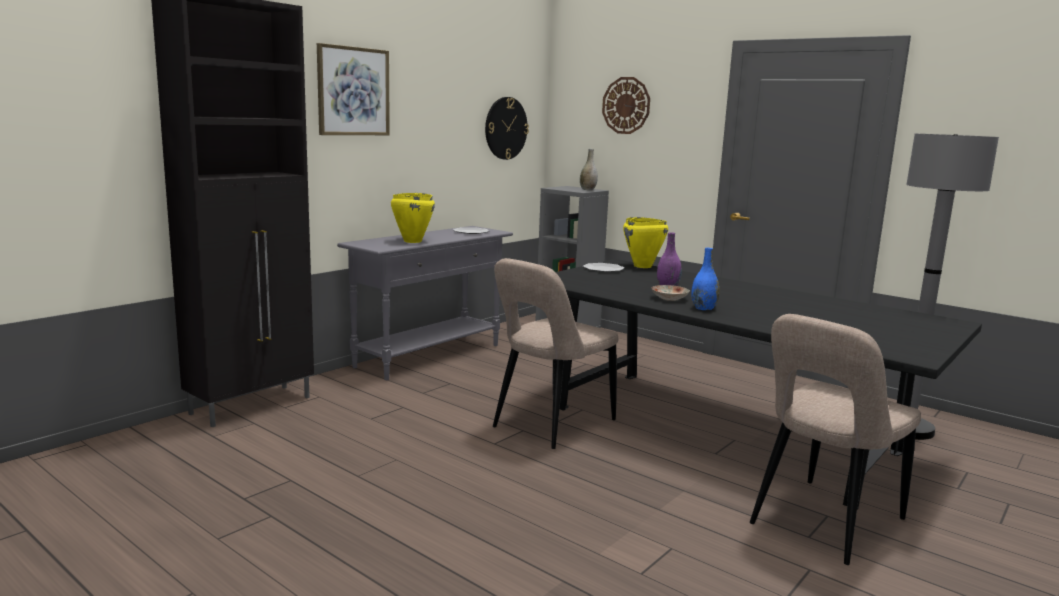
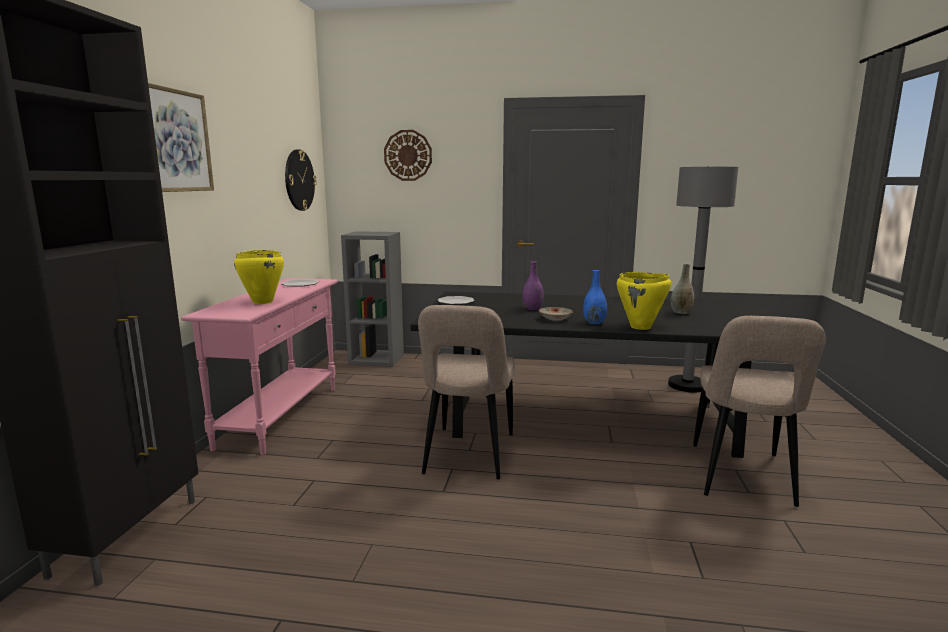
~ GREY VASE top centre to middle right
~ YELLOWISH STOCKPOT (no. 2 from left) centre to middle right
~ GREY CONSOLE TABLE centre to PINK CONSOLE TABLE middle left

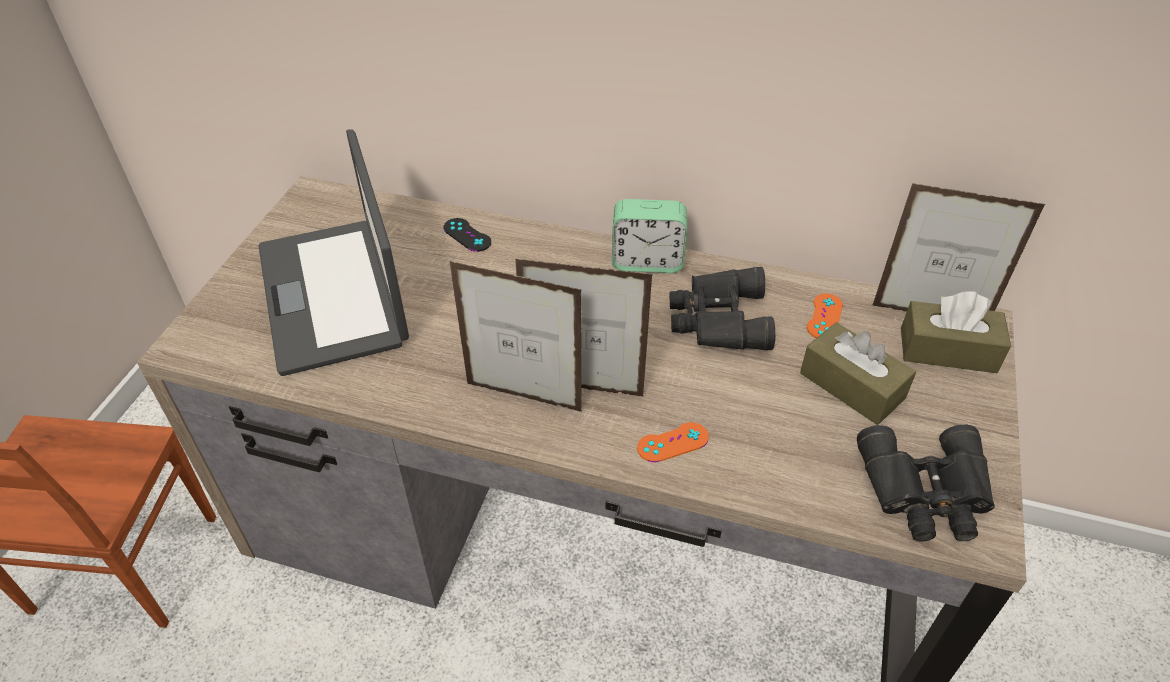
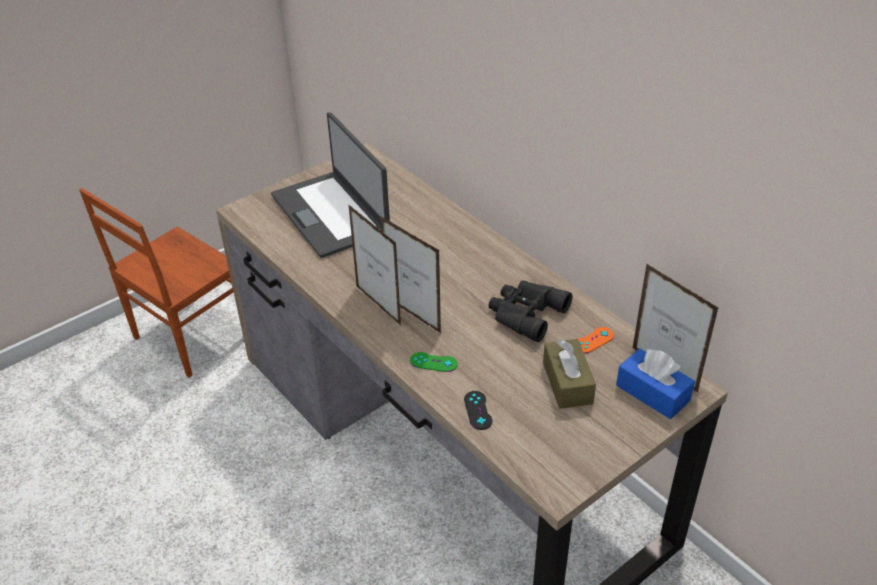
~ PORTABLE COMPUTER middle left = top centre 45 degrees counterclockwise
- ALARM CLOCK centre
~ BLACK GAMEPAD centre to bottom centre
~ BROWNISH BOX OF TISSUES (no. 2 from left) middle right to BLUE-COLOURED BOX OF TISSUES middle right
~ ORANGE GAMEPAD (no. 1 from left) centre to GREENISH GAMEPAD centre
- BLACK BINOCULARS (no. 2 from left) bottom right

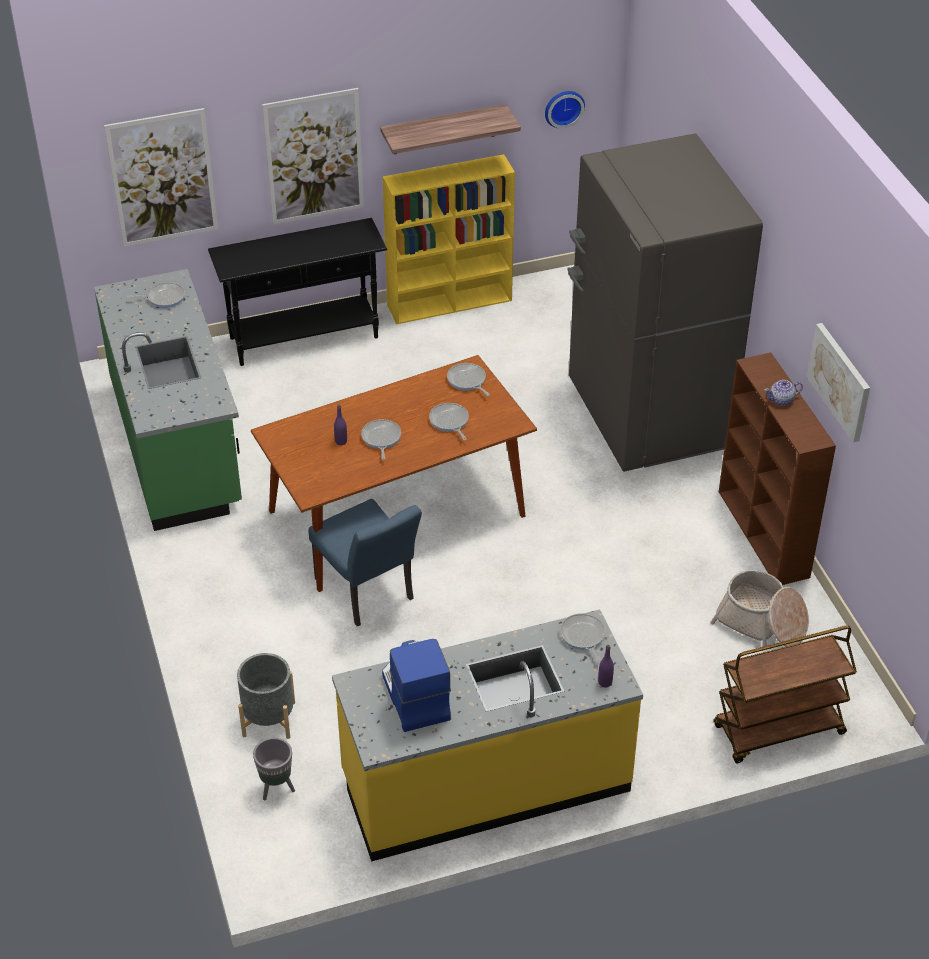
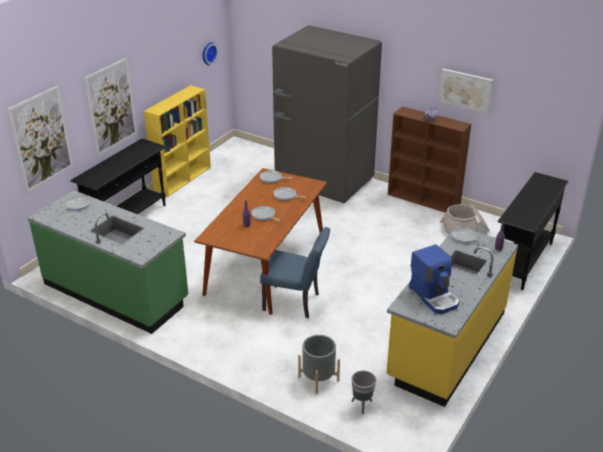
- WALL SHELF top centre
~ BROWNISH WHEELED CART bottom right to BLACK CONSOLE TABLE (no. 2 from left) middle right
~ COFFEE BREWER bottom centre = middle right 150 degrees counterclockwise

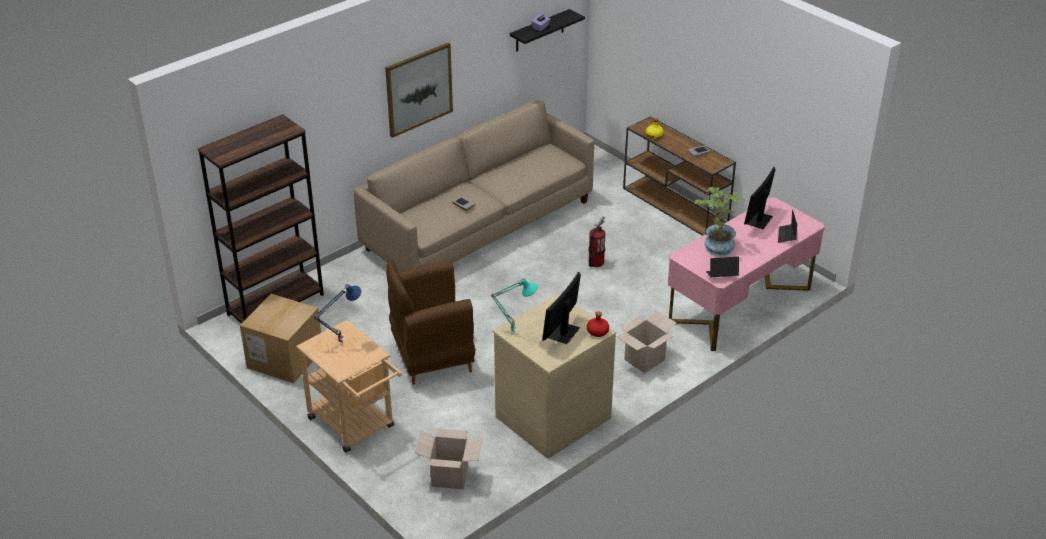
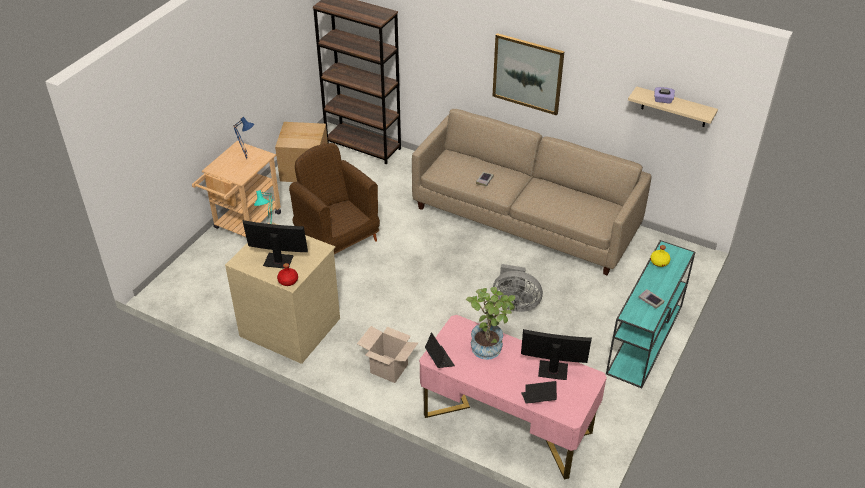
~ BLACK WALL SHELF top centre to SAND-COLOURED WALL SHELF top right
~ BROWNISH CONSOLE TABLE top centre to TURQUOISE-COLOURED CONSOLE TABLE middle right
~ EXTINGUISHER centre to GREY COOLING FAN centre
- CARTON (no. 2 from left) bottom centre

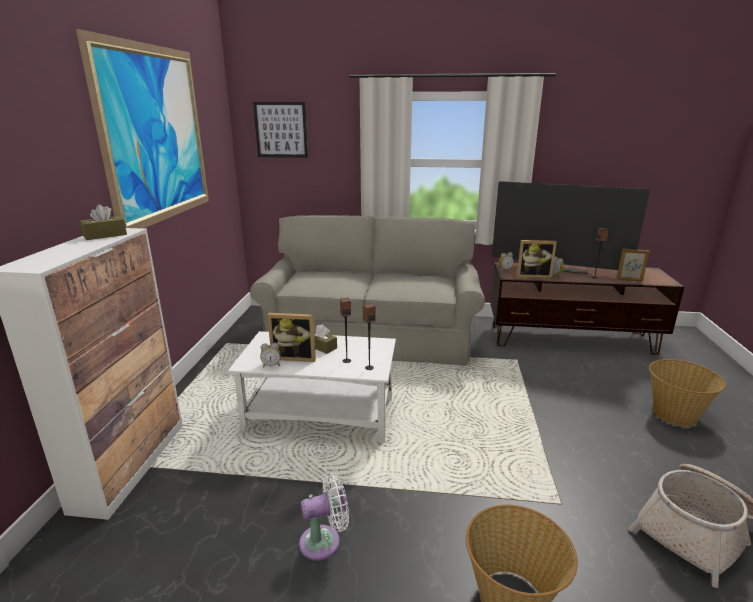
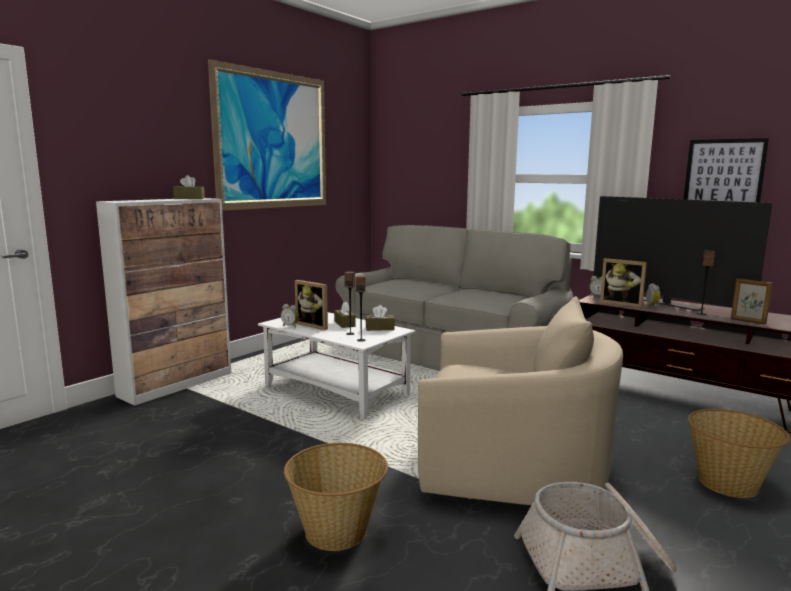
~ WALL PICTURE (no. 2 from left) top centre to top right
- WHITE-COLOURED COOLING FAN bottom centre
+ SAND-COLOURED EASY CHAIR bottom centre
+ BROWNISH BOX OF TISSUES (no. 3 from left) centre

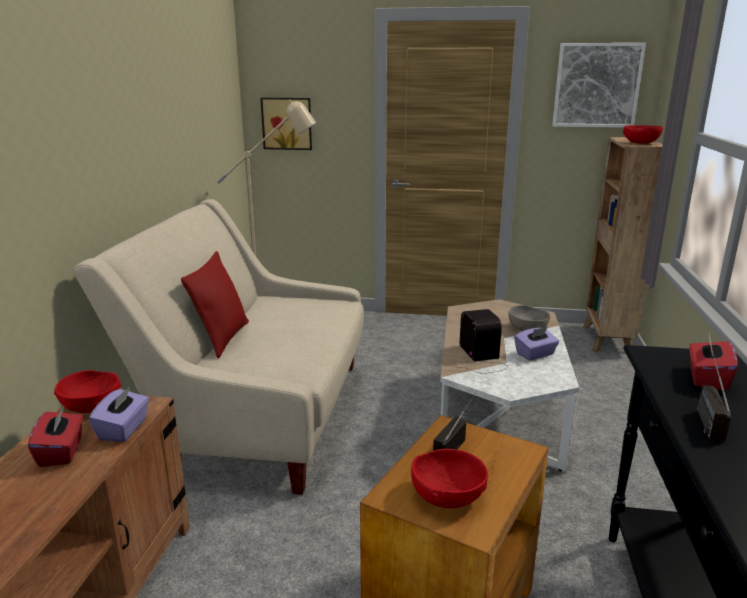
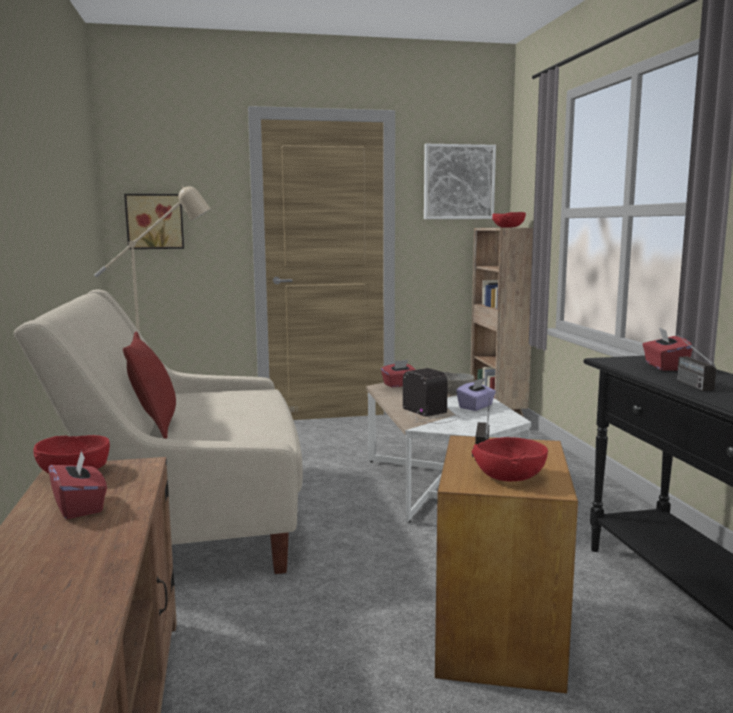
- PURPLE BOX OF TISSUES (no. 1 from left) bottom left
+ RED BOX OF TISSUES (no. 2 from left) centre

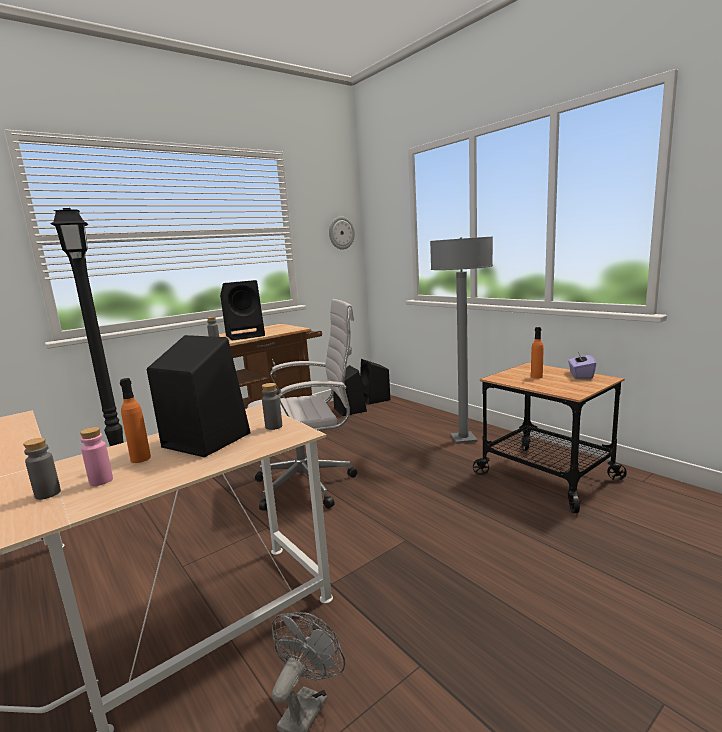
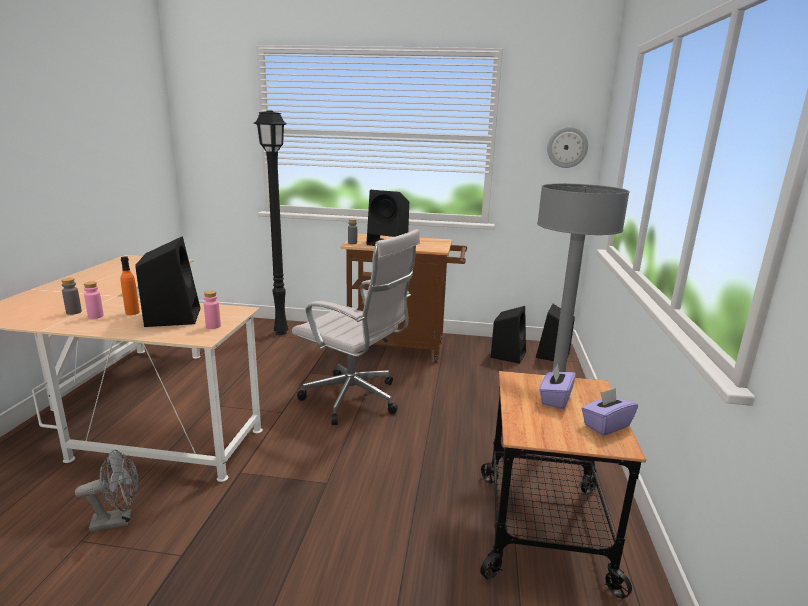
~ ORANGE BEVERAGE BOTTLE (no. 2 from left) middle right to PURPLE BOX OF TISSUES (no. 1 from left) middle right
~ GREY BEVERAGE BOTTLE (no. 3 from left) centre to PINK BEVERAGE BOTTLE (no. 2 from left) middle left

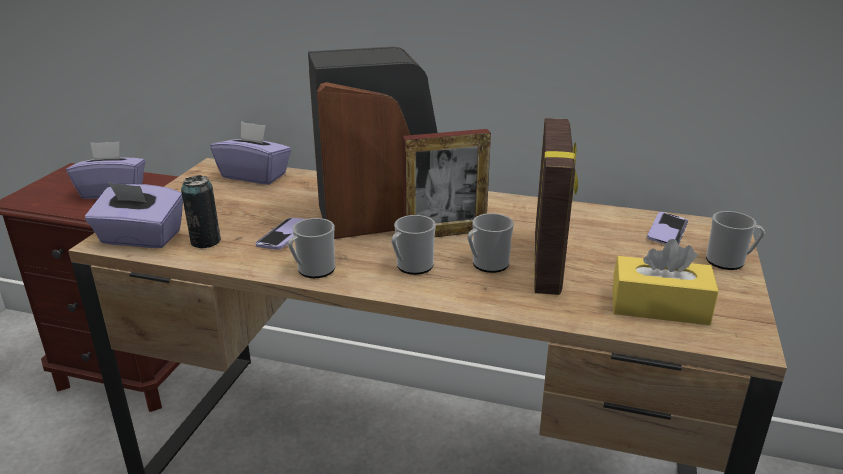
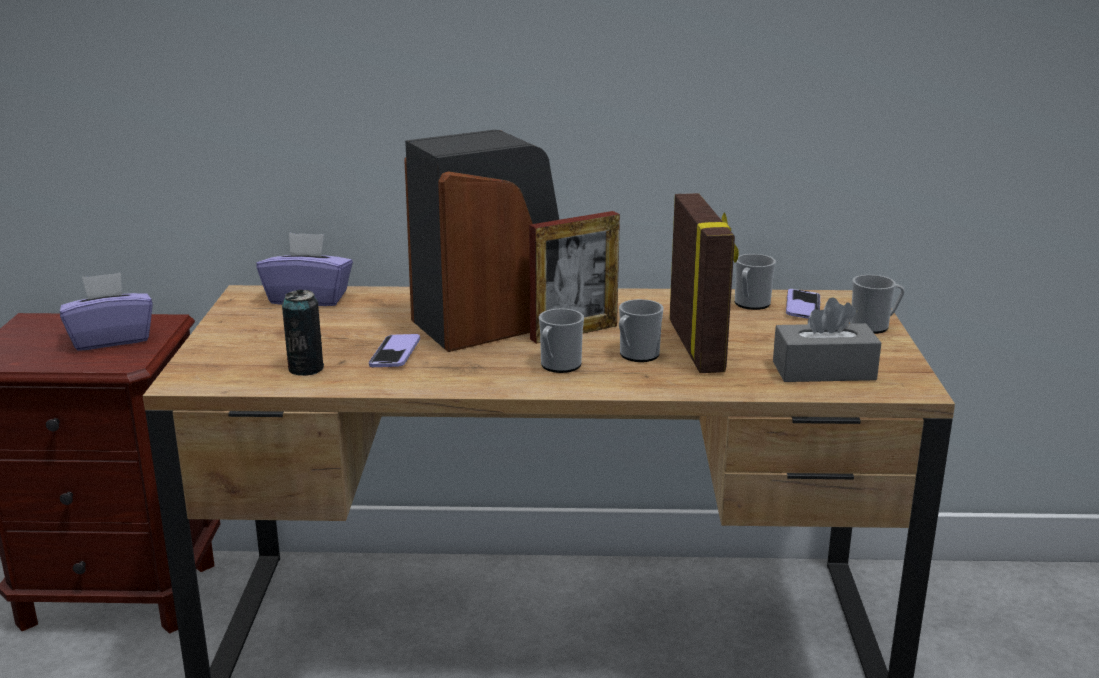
- PURPLE BOX OF TISSUES (no. 2 from left) middle left
~ MUG (no. 1 from left in the first image) centre to MUG (no. 3 from left) middle right
~ YELLOWISH BOX OF TISSUES middle right to GREY BOX OF TISSUES middle right

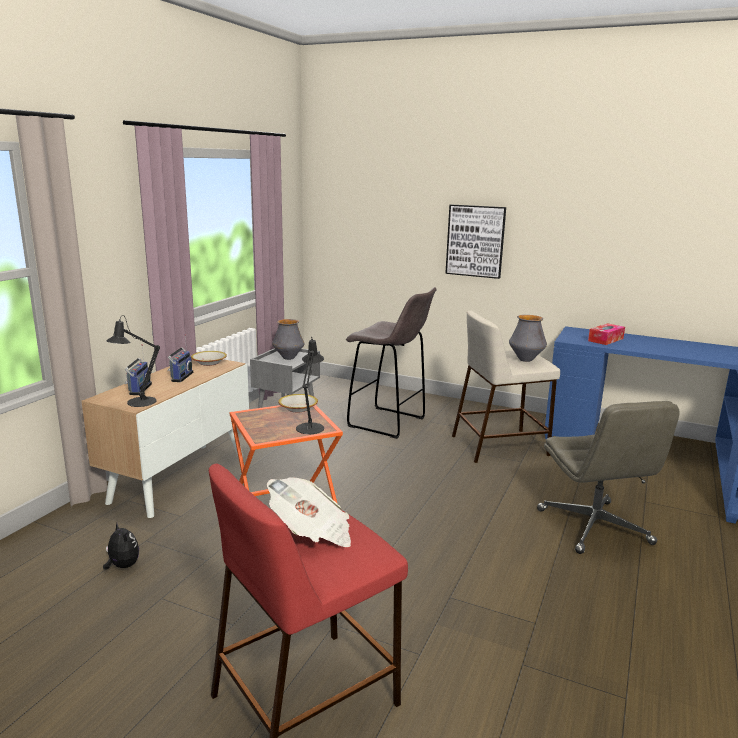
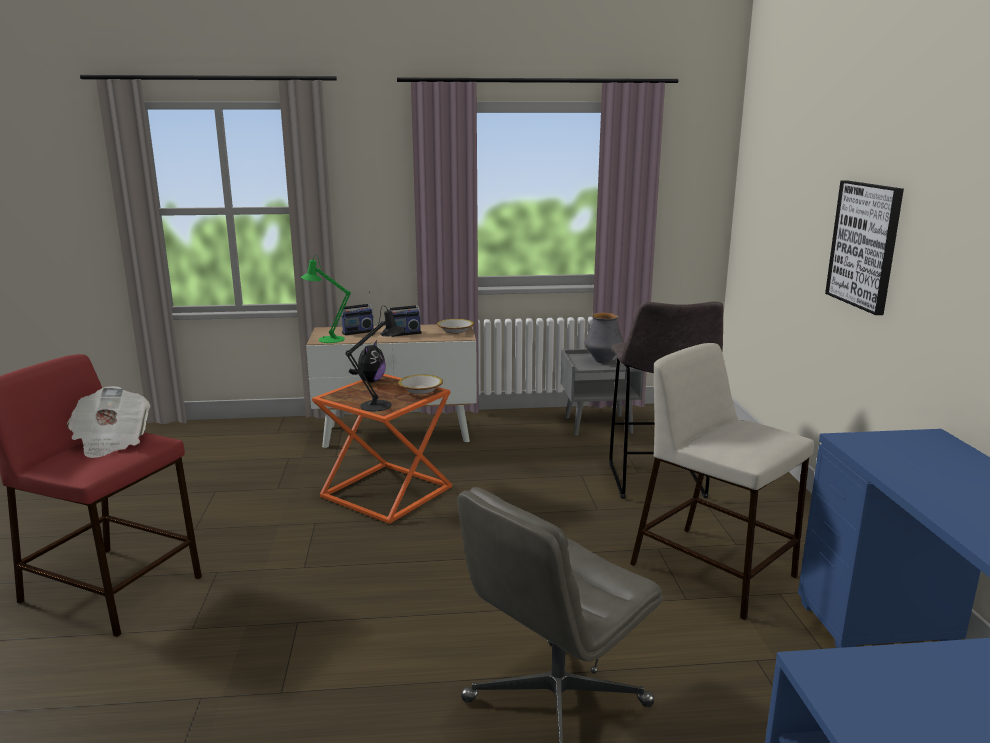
~ BLACK TABLETOP LAMP (no. 1 from left) middle left to GREENISH TABLETOP LAMP middle left
- VASE (no. 2 from left) middle right
- BOX OF TISSUES middle right
~ SOFT TOY bottom left to centre

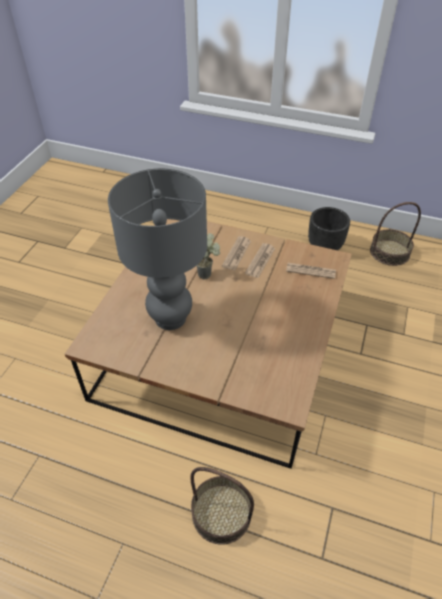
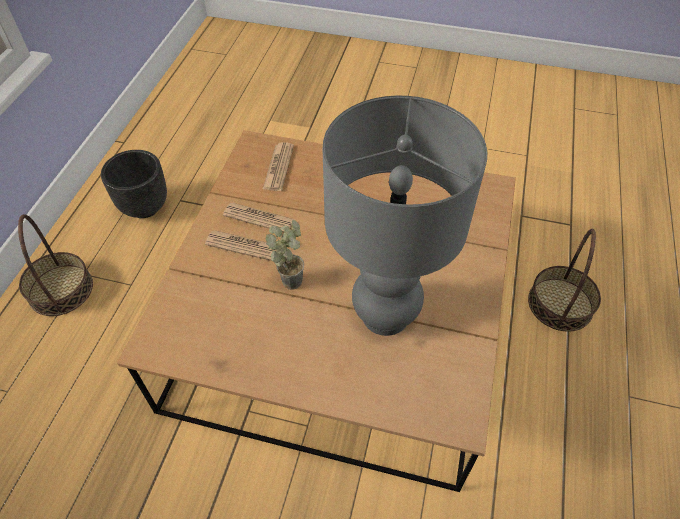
~ BASKET (no. 2 from left in the first image) middle right to BASKET (no. 1 from left) middle left

